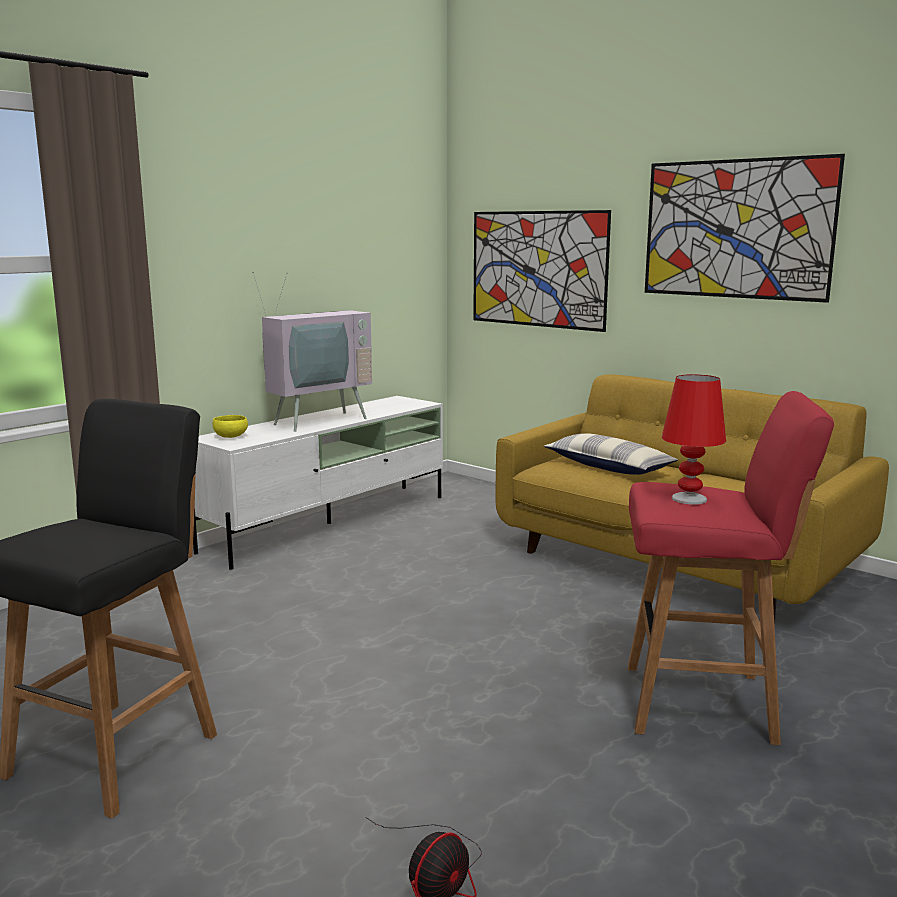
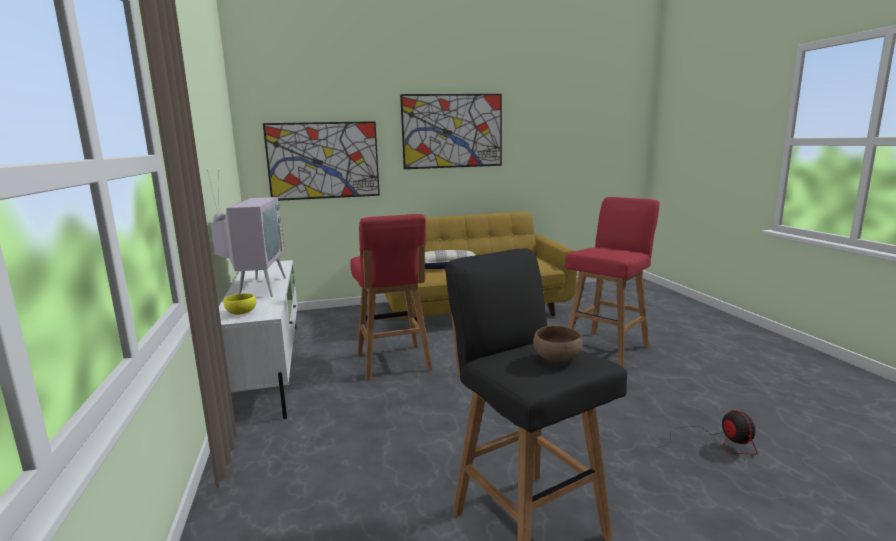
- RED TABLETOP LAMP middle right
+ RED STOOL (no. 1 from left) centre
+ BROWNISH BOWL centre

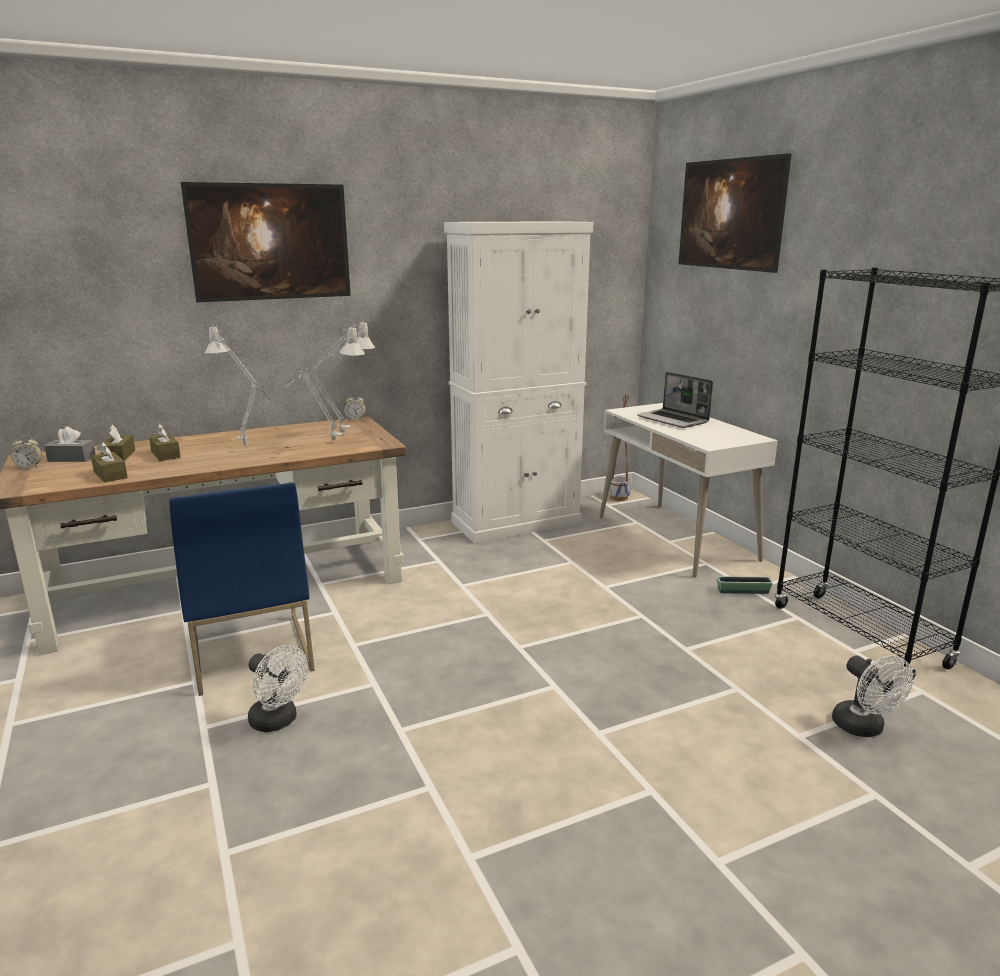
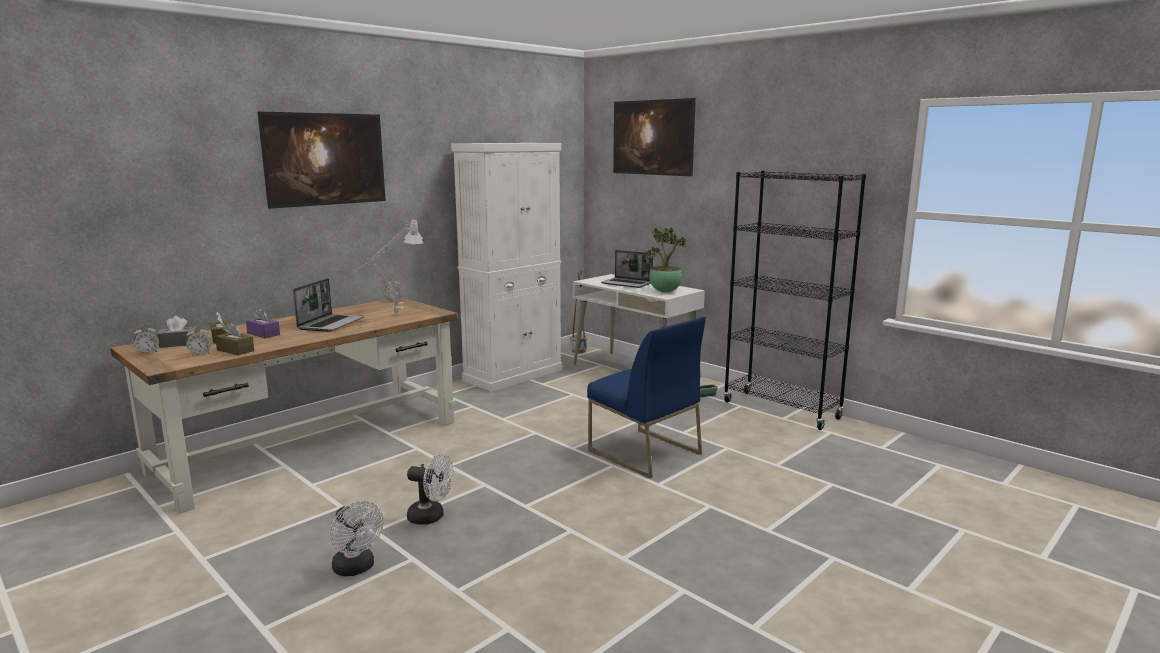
~ GREY TABLETOP LAMP (no. 1 from left) middle left to PORTABLE COMPUTER (no. 1 from left) middle left
~ BROWNISH BOX OF TISSUES (no. 3 from left) middle left to PURPLE BOX OF TISSUES middle left
~ BLUE-COLOURED PLAIN CHAIR middle left to centre
~ WHITE-COLOURED COOLING FAN (no. 2 from left in the first image) bottom right to WHITE-COLOURED COOLING FAN (no. 1 from left) bottom left
+ PLANT IN A POT centre
+ ALARM CLOCK (no. 2 from left) middle left

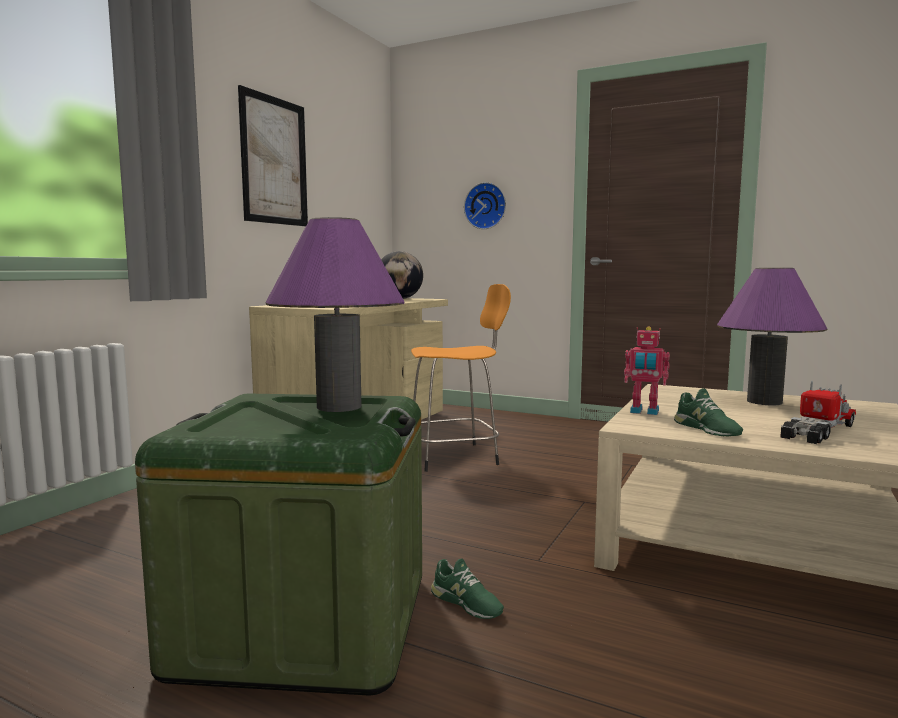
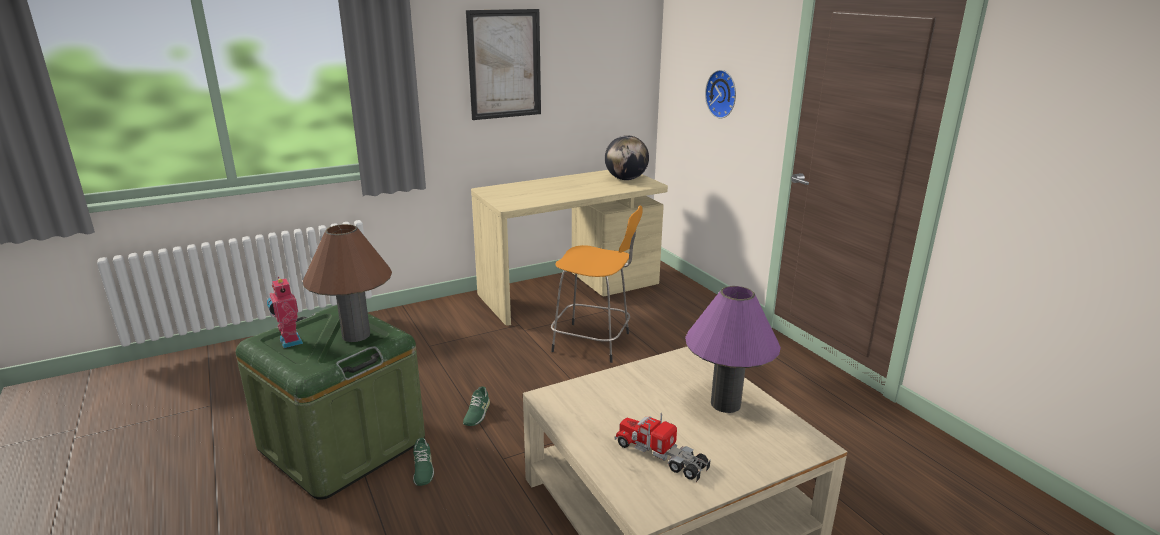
~ PURPLE TABLETOP LAMP (no. 1 from left) centre to BROWNISH TABLETOP LAMP middle left
~ MODEL ROBOT middle right to middle left
~ TOY LORRY middle right = bottom centre 135 degrees counterclockwise
~ GREENISH LOW SHOE (no. 2 from left) middle right to bottom centre

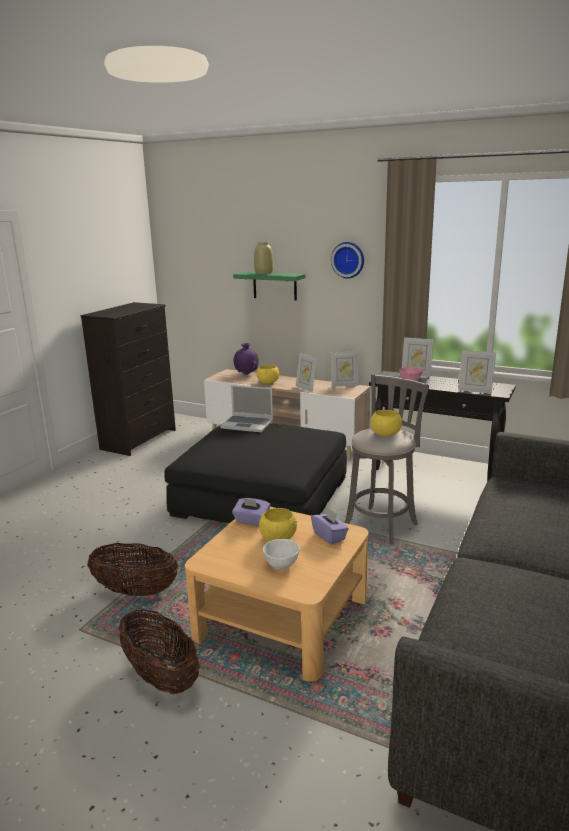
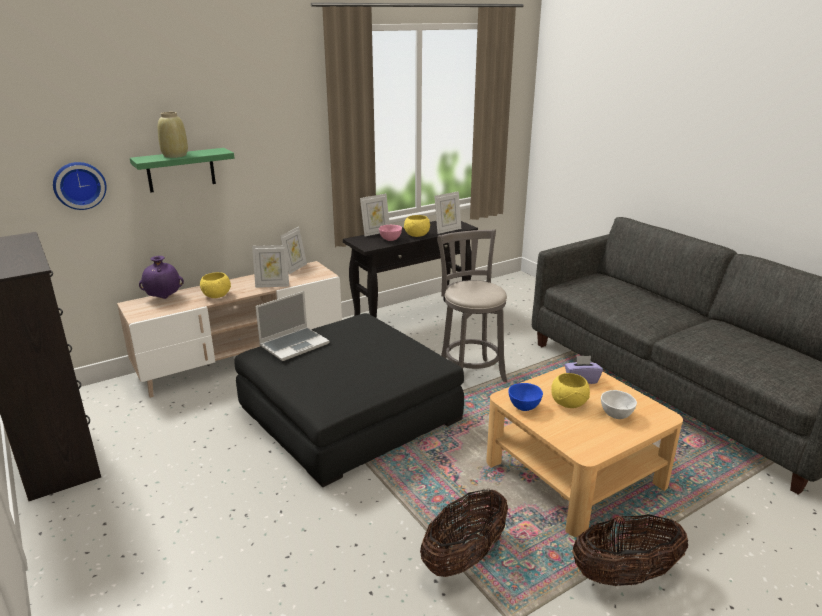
~ HANGING CLOCK top centre to top left
~ YELLOWISH BOWL (no. 3 from left in the first image) middle right to YELLOWISH BOWL (no. 2 from left) centre
~ PURPLE BOX OF TISSUES (no. 1 from left) centre to BLUE-COLOURED BOWL centre

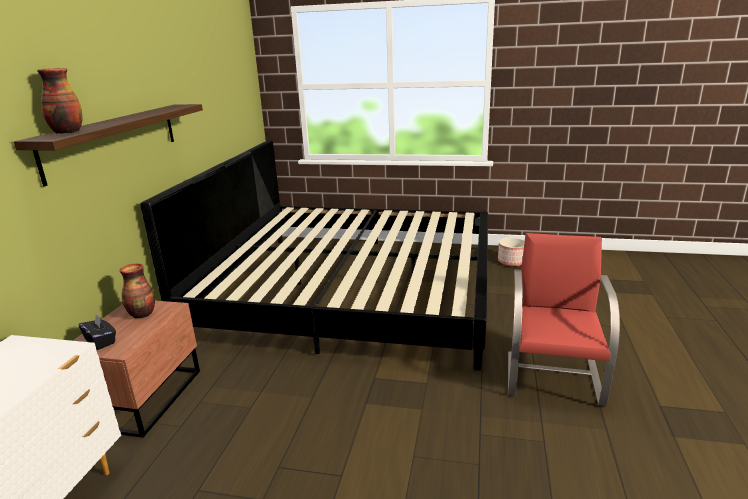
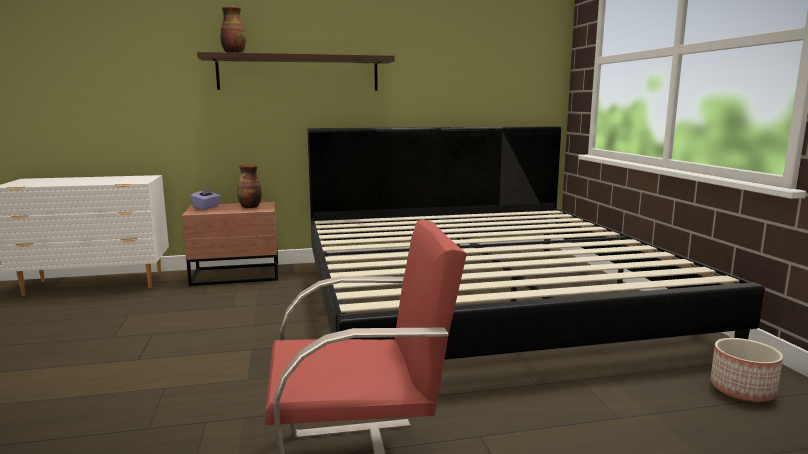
~ BLACK BOX OF TISSUES middle left to PURPLE BOX OF TISSUES middle left

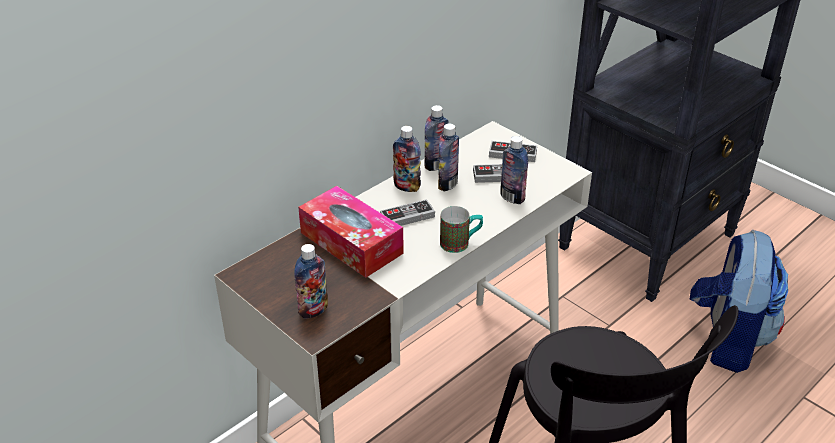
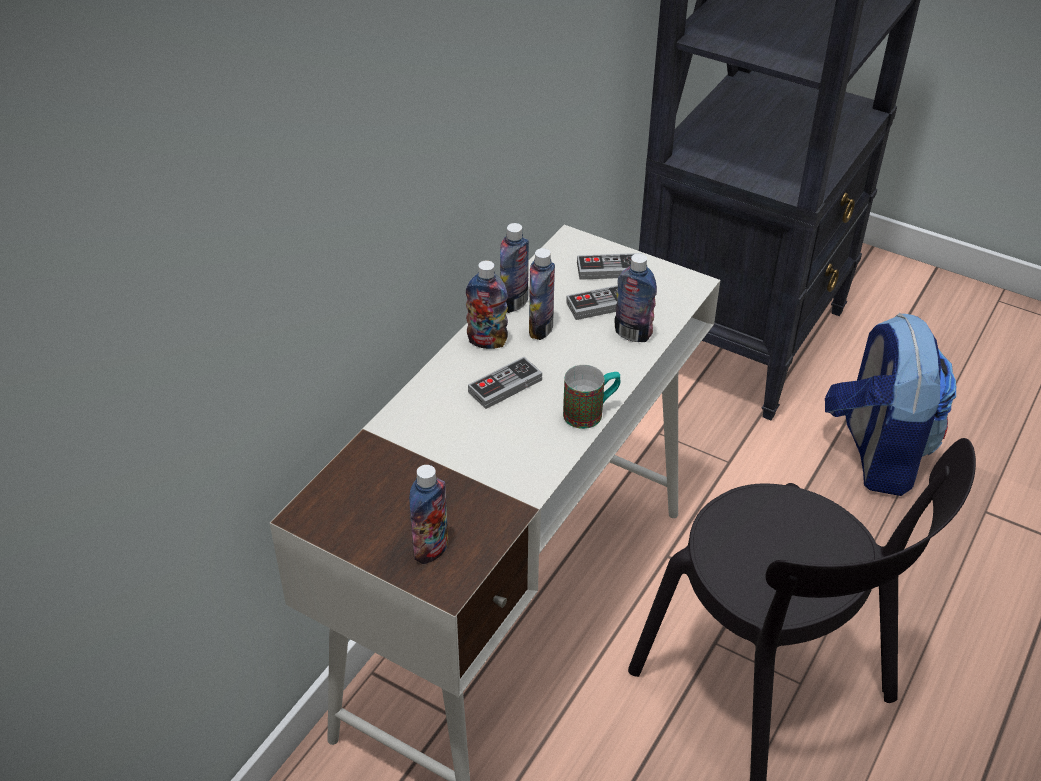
- BOX OF TISSUES centre

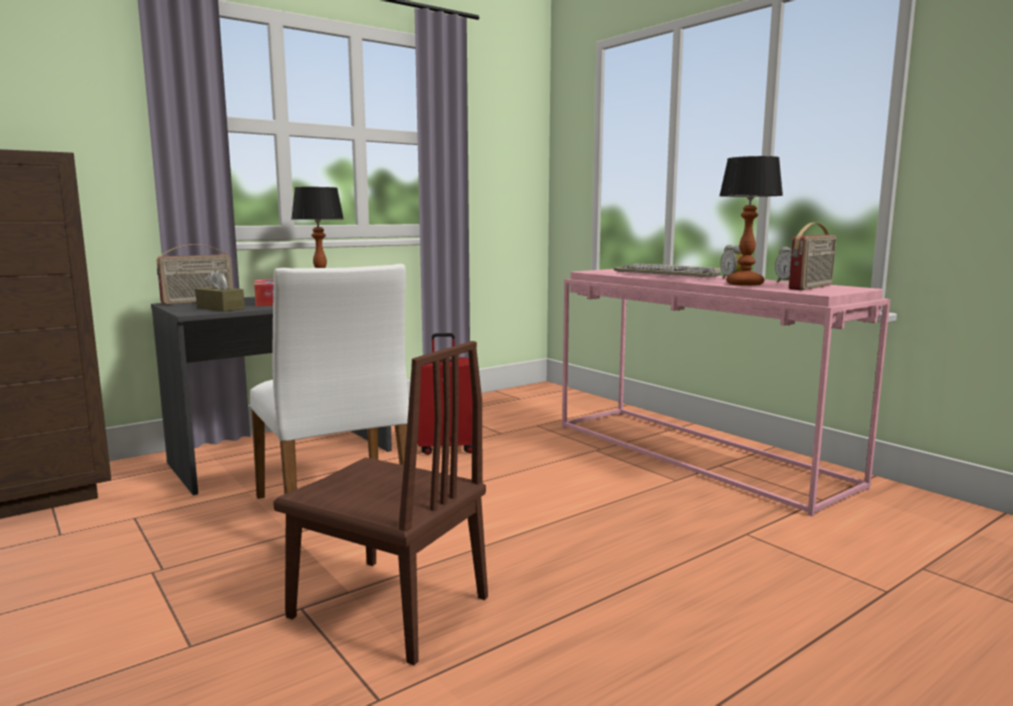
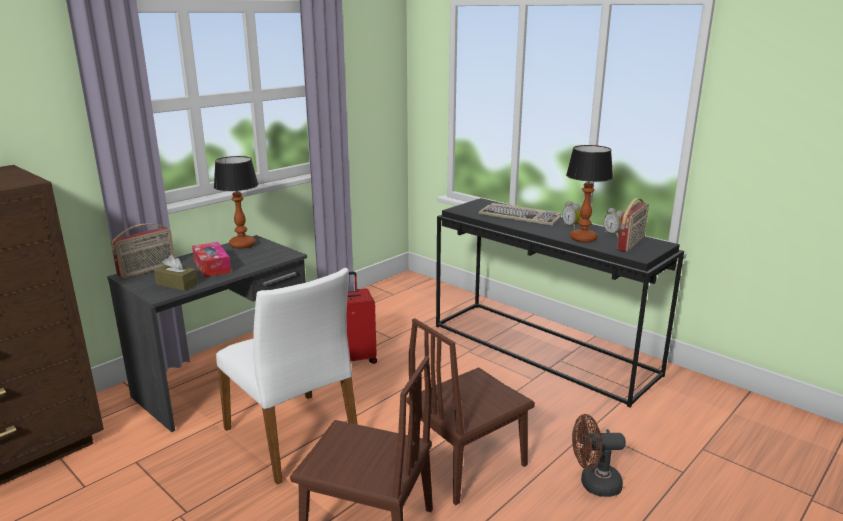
~ PINK CONSOLE TABLE middle right to BLACK CONSOLE TABLE centre
+ BROWNISH PLAIN CHAIR (no. 2 from left) bottom centre
+ BROWNISH COOLING FAN bottom right

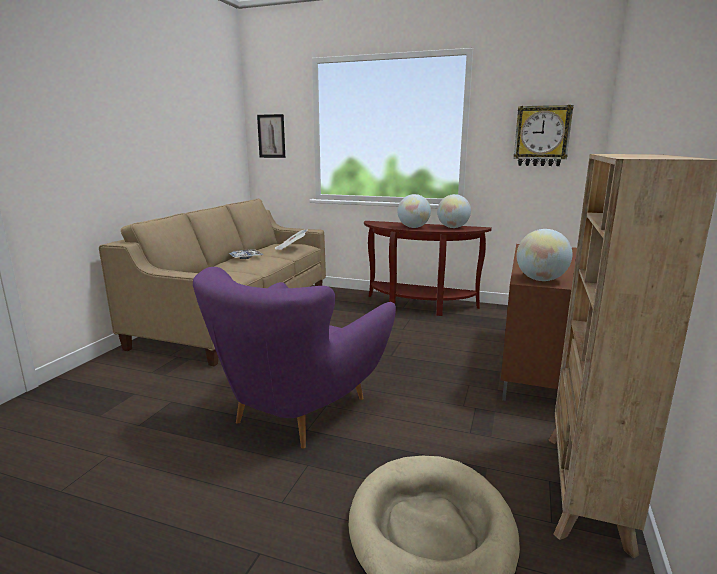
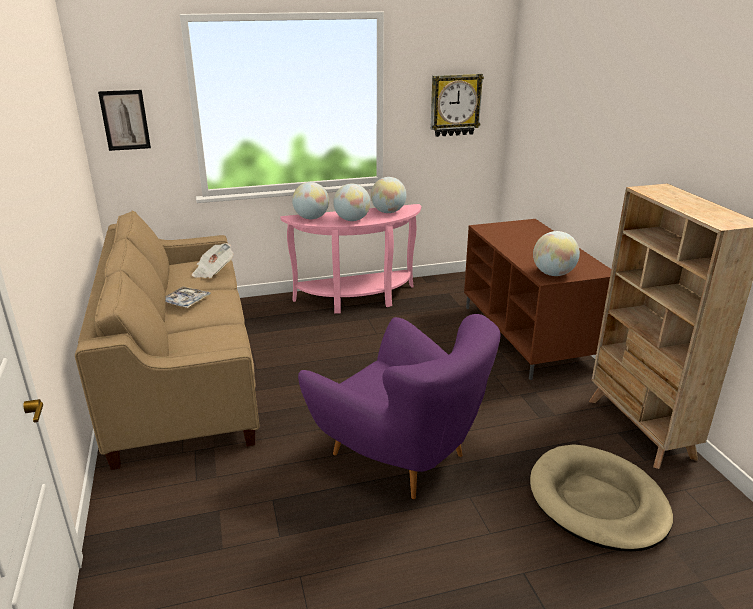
~ BROWNISH CONSOLE TABLE centre to PINK CONSOLE TABLE centre
~ PURPLE EASY CHAIR centre = bottom centre 45 degrees counterclockwise
+ DESK GLOBE (no. 1 from left) top centre

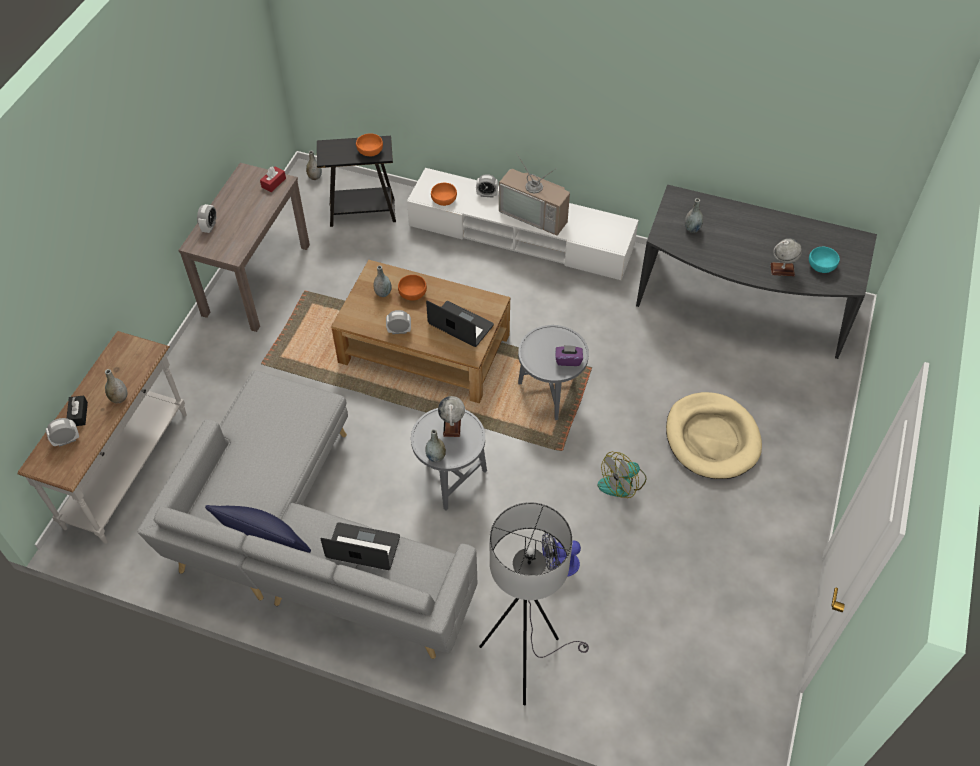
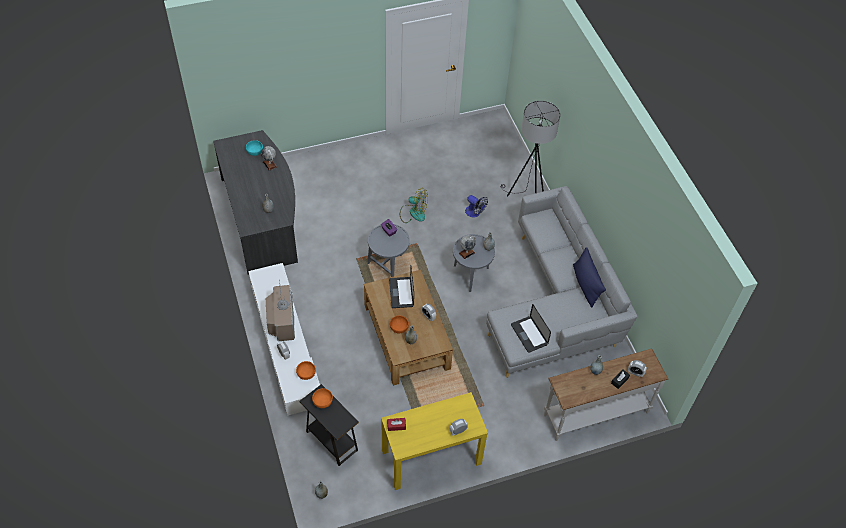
~ BROWNISH CONSOLE TABLE top left to YELLOWISH CONSOLE TABLE bottom centre
- SAND-COLOURED DOG CUSHION middle right
~ PORTABLE COMPUTER (no. 1 from left in the first image) bottom centre to PORTABLE COMPUTER (no. 2 from left) centre

